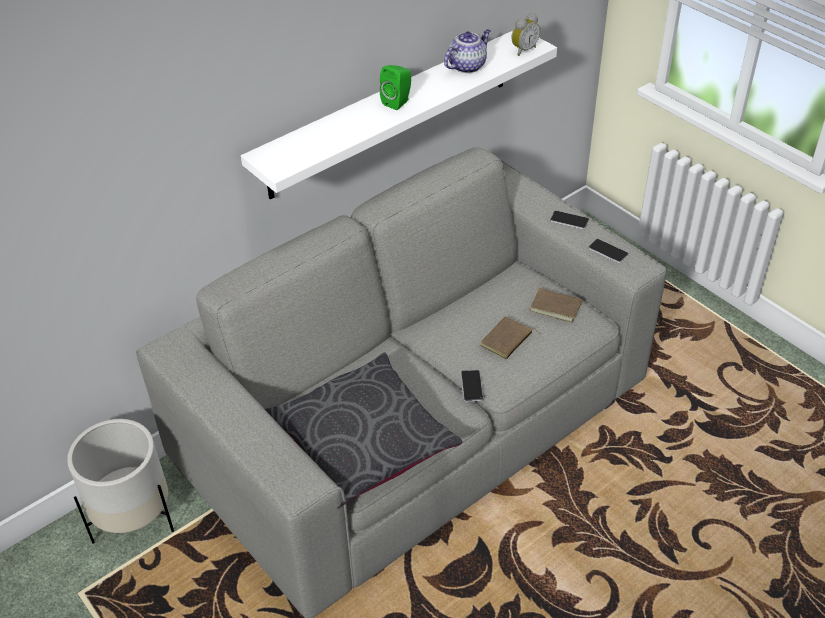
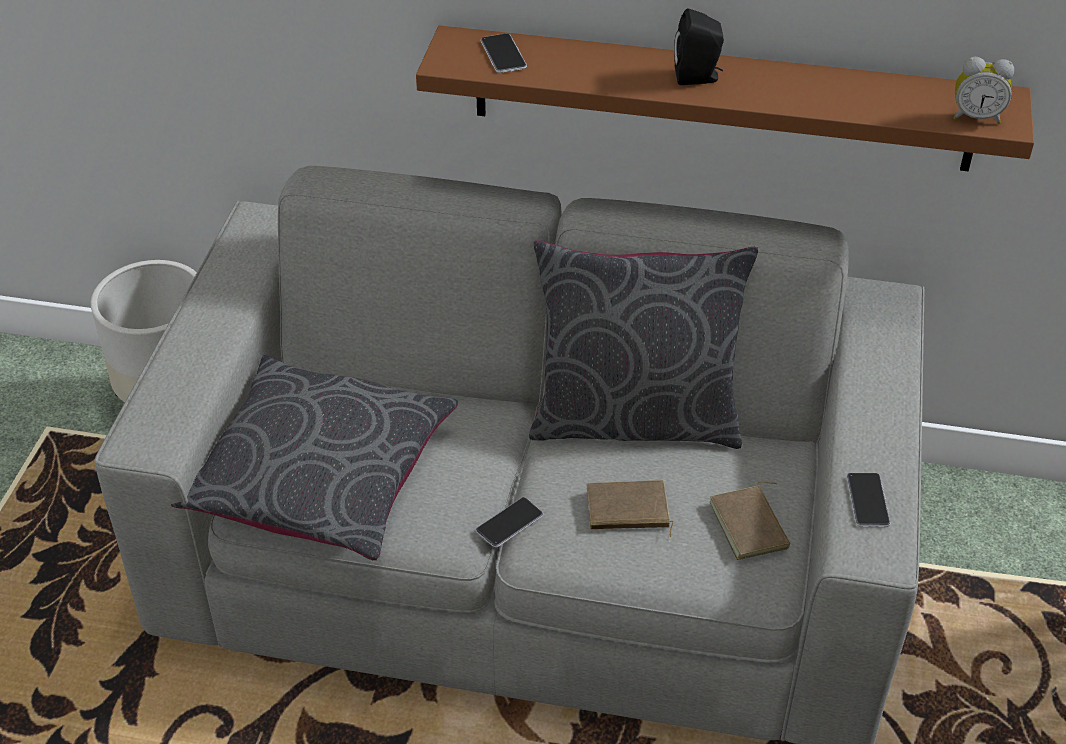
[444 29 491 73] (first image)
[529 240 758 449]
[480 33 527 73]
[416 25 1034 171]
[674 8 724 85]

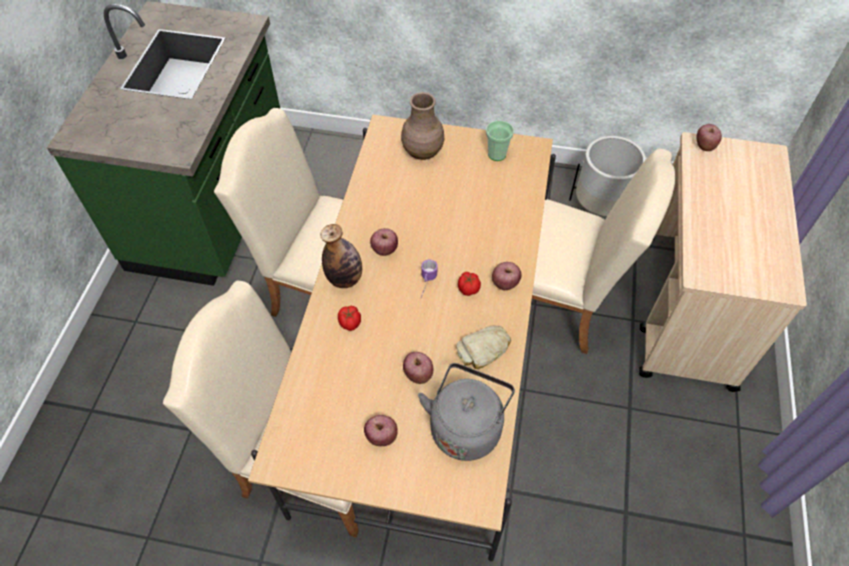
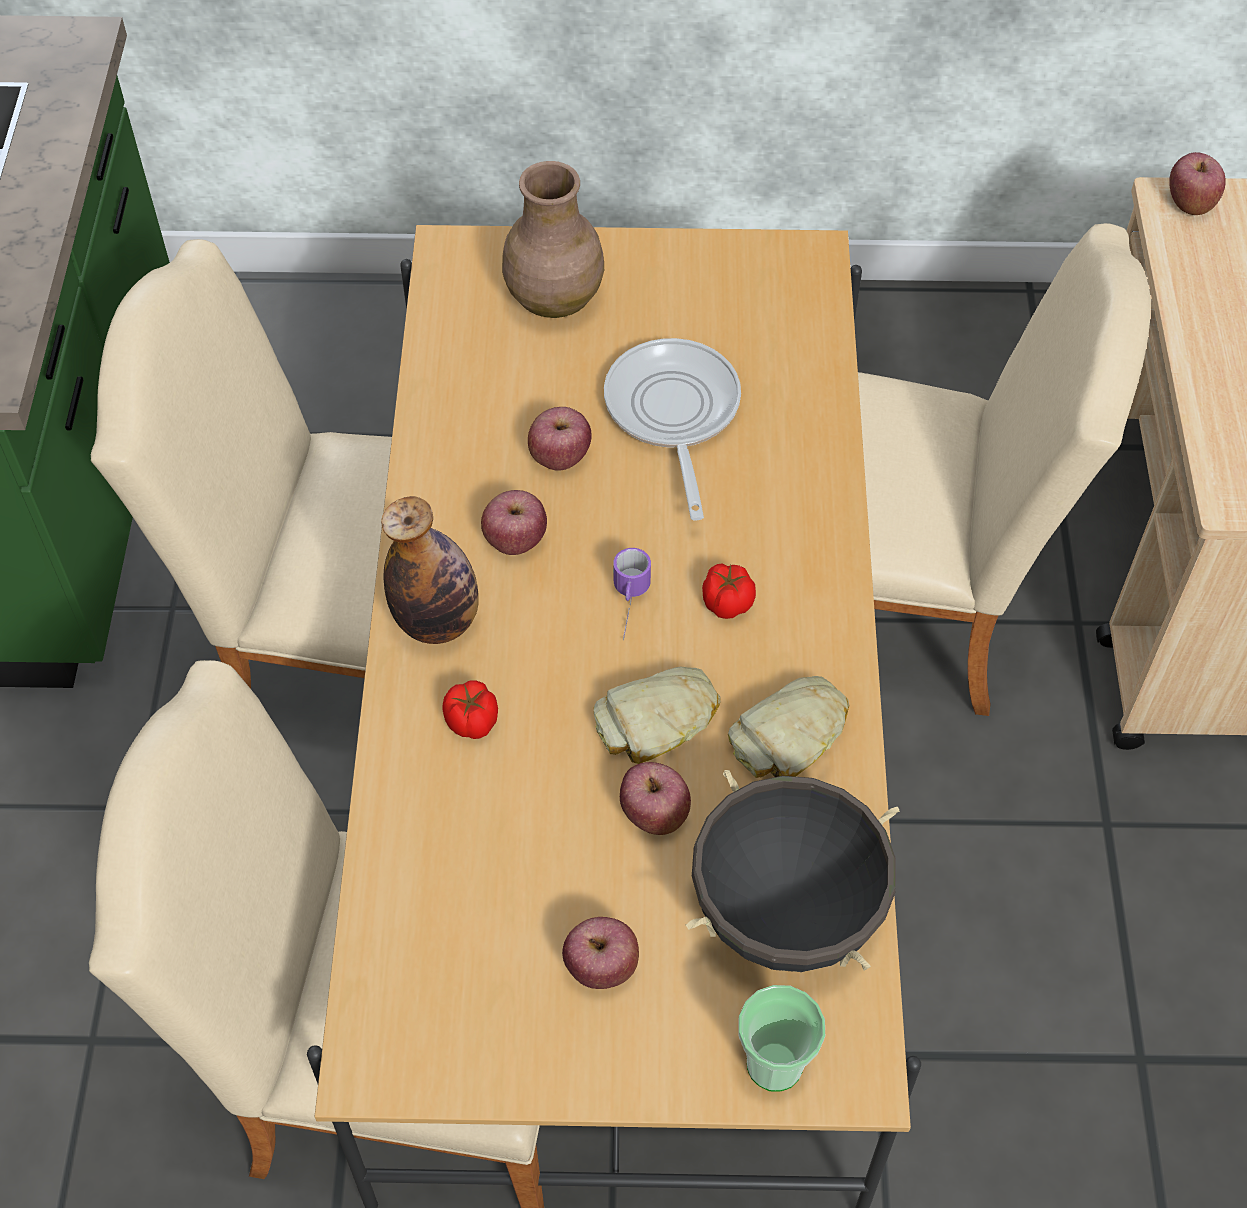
[569 136 646 216] (first image)
[594 666 721 764]
[604 338 741 521]
[738 985 825 1092]
[528 407 592 471]
[685 770 900 972]

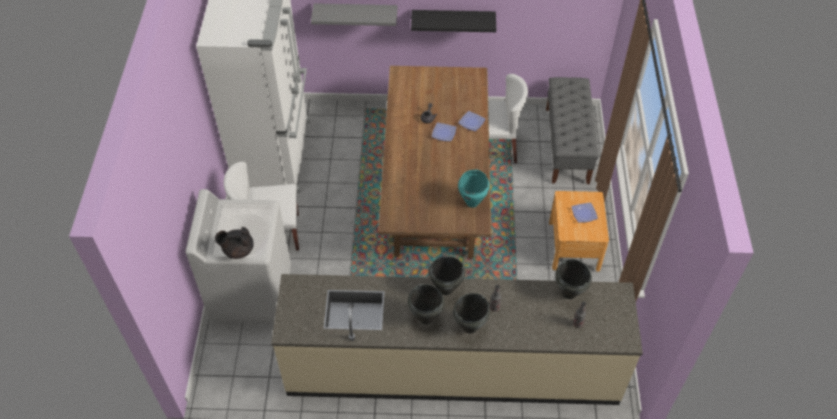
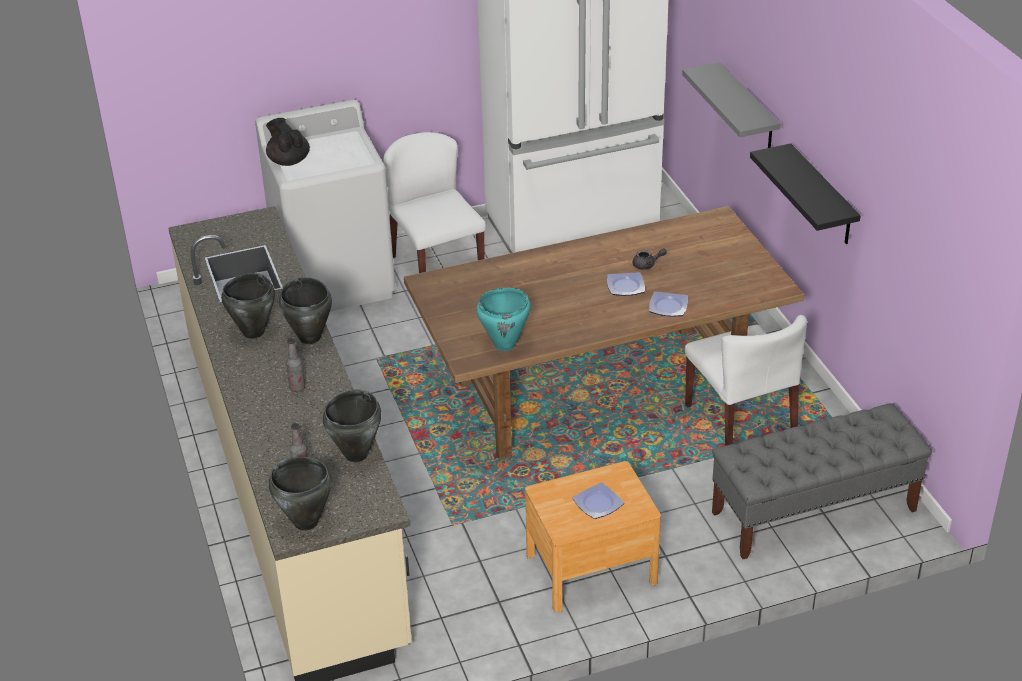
[269 457 332 531]

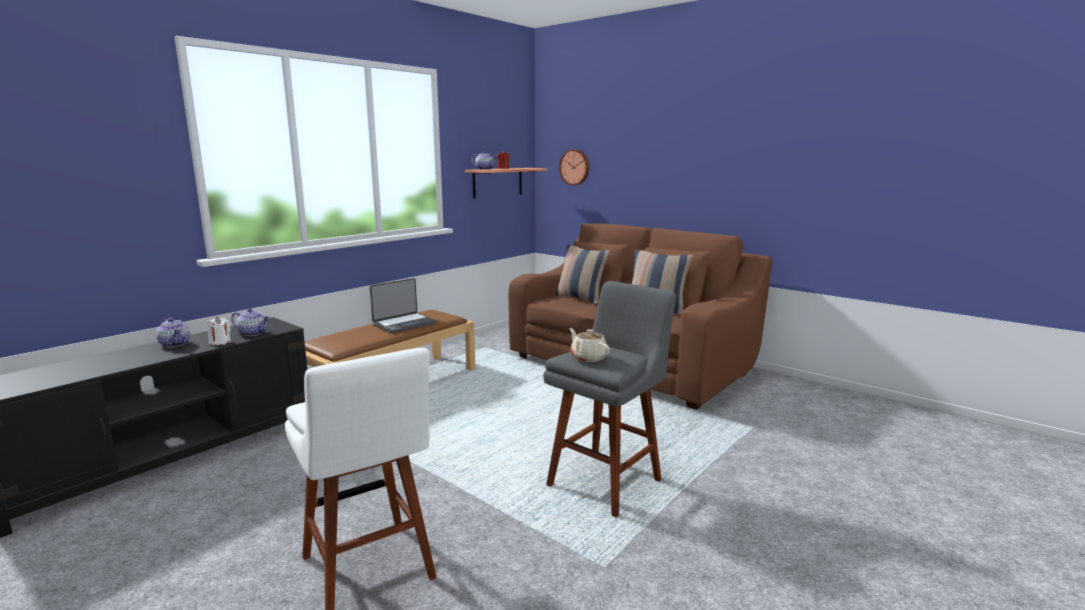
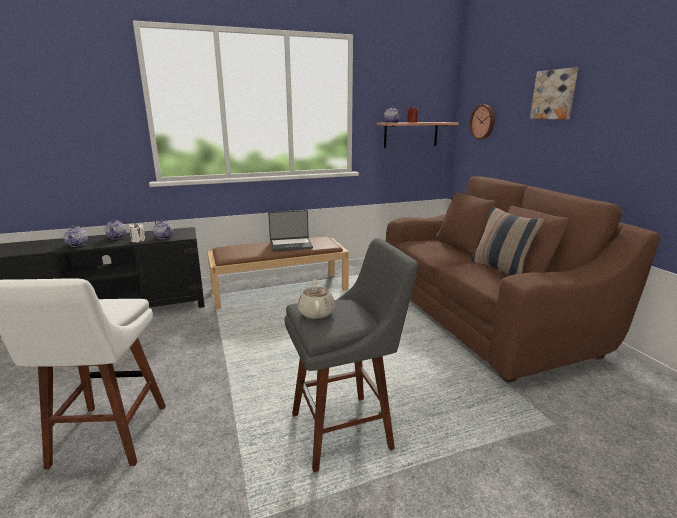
[555 244 610 305] (first image)
[64 226 88 247]
[530 67 578 120]

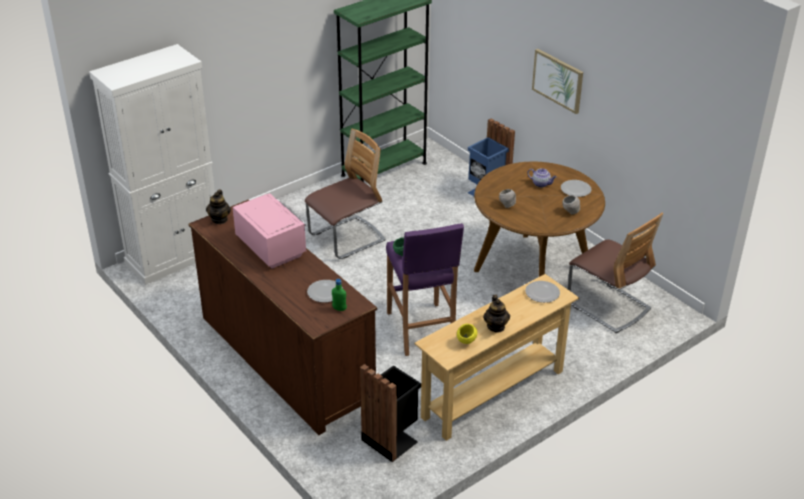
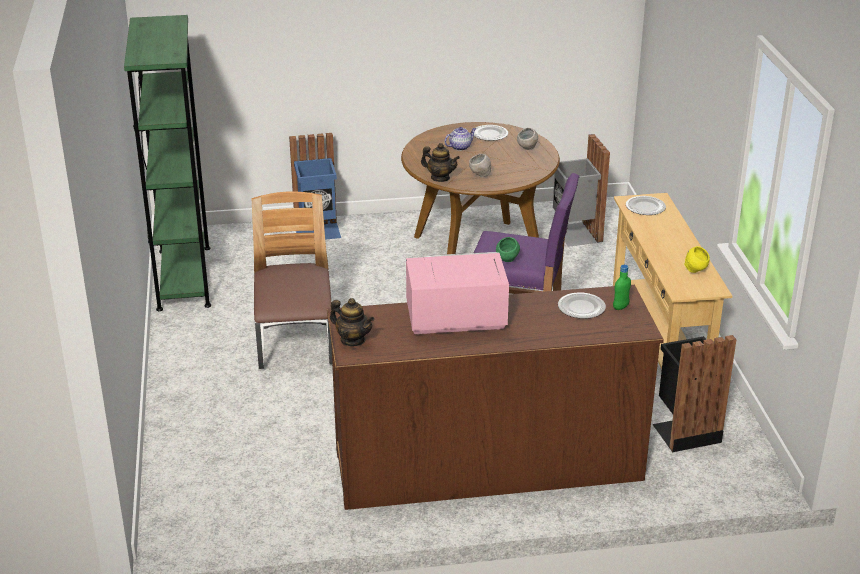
[89 44 215 285] (first image)
[532 49 583 114] (first image)
[421 143 460 182]
[553 134 610 247]

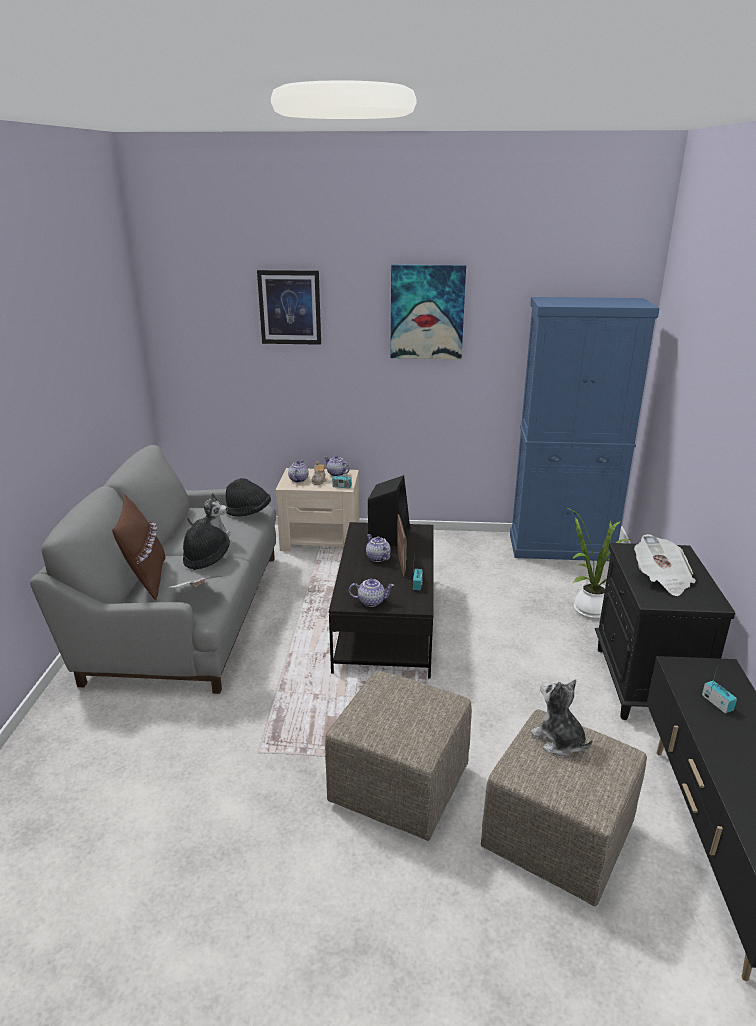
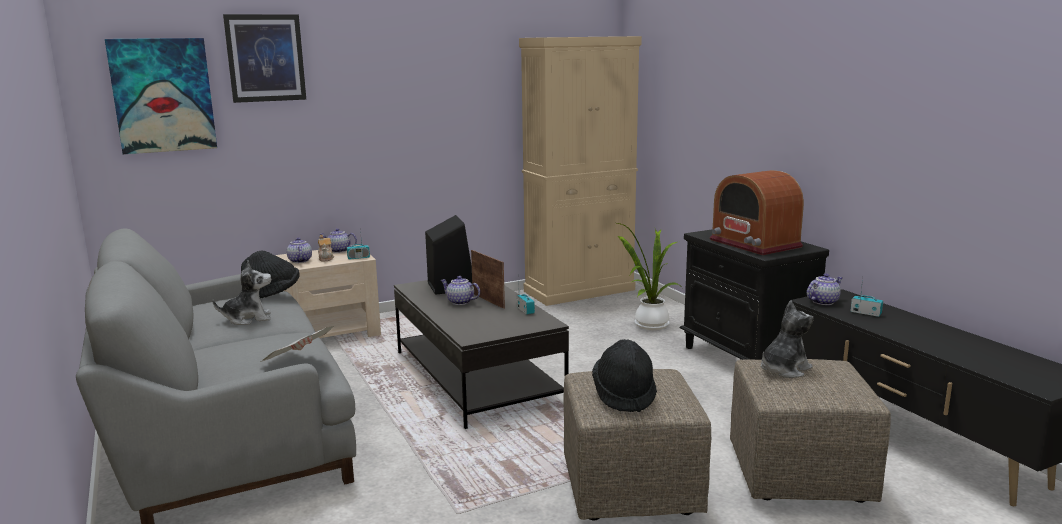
[112 494 166 600] (first image)
[592 339 657 412]
[807 274 843 305]
[105 38 217 154]
[710 170 804 255]
[519 36 642 306]
[761 300 814 378]

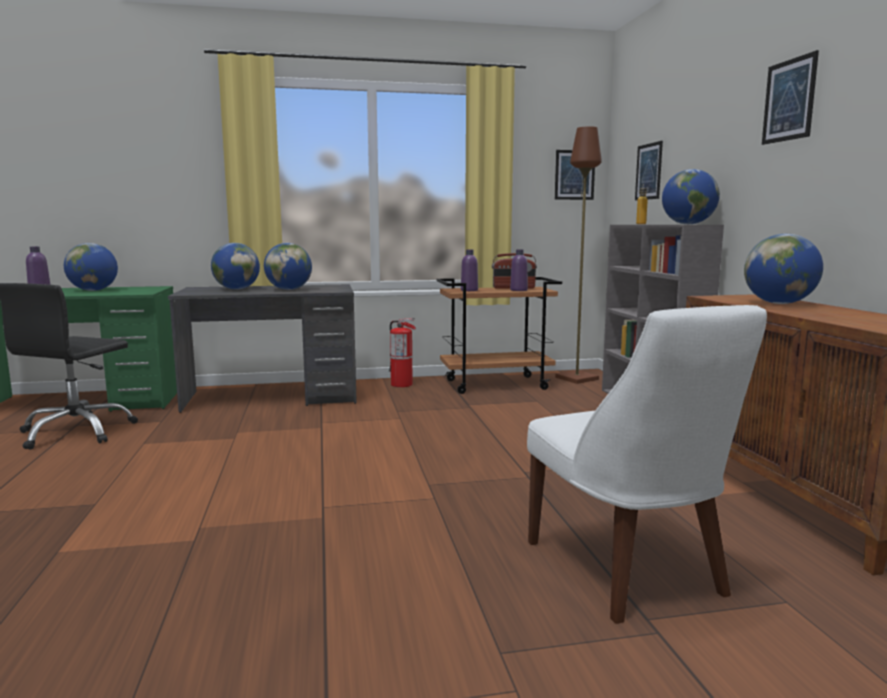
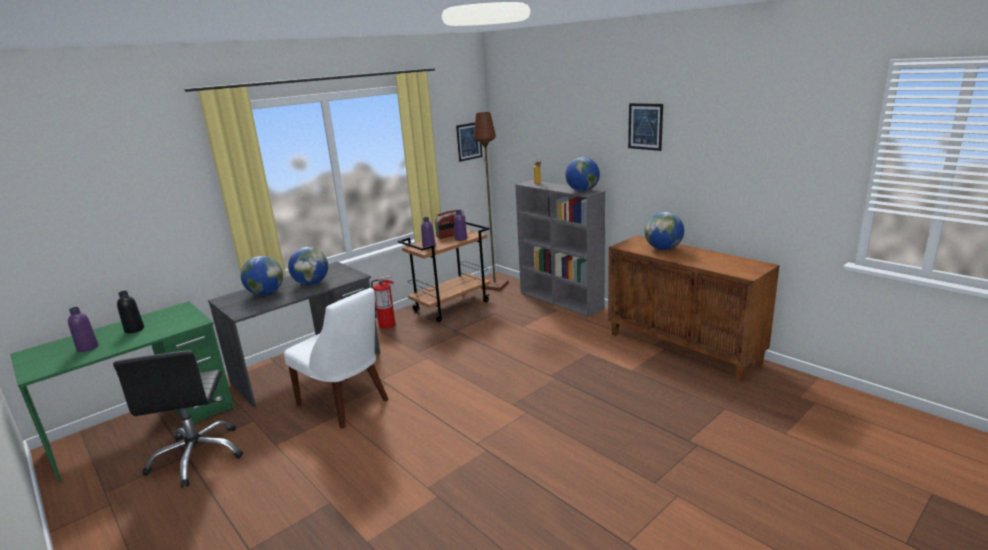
[635 141 663 200] (first image)
[284 288 389 429]
[117 291 144 333]

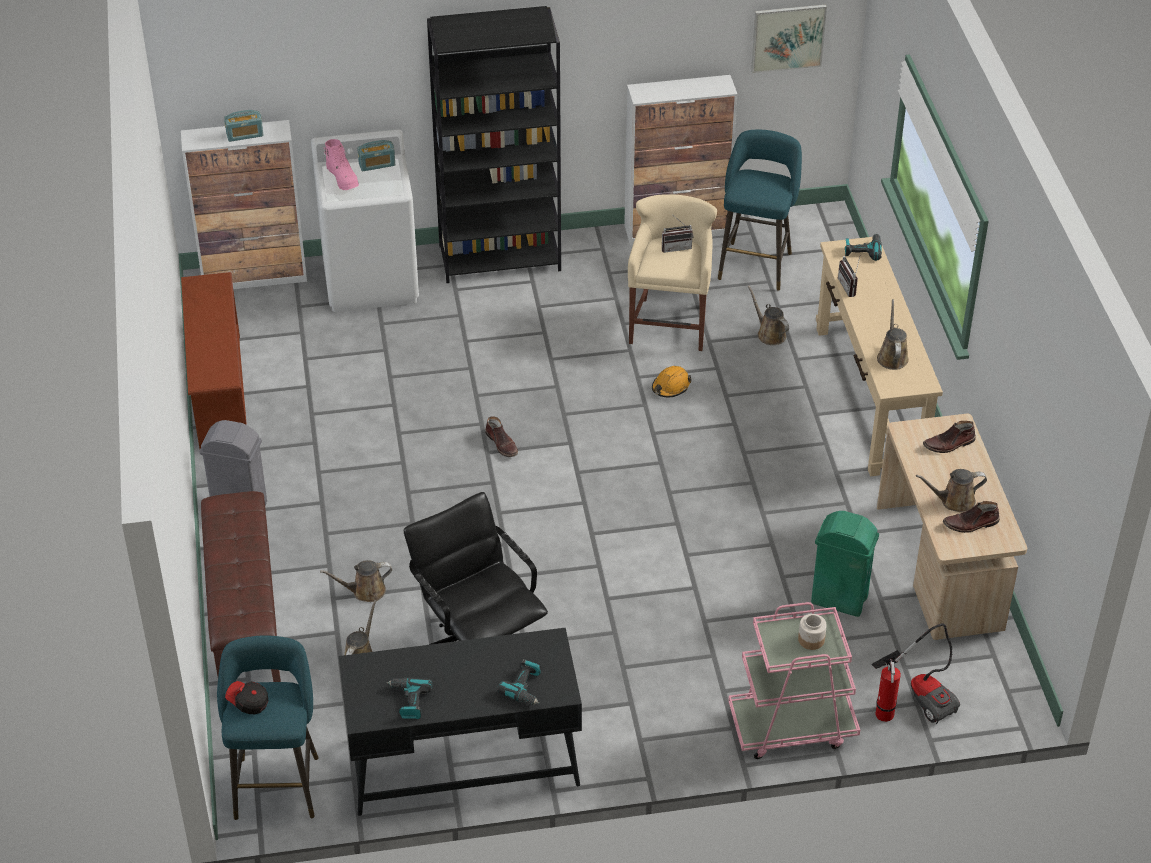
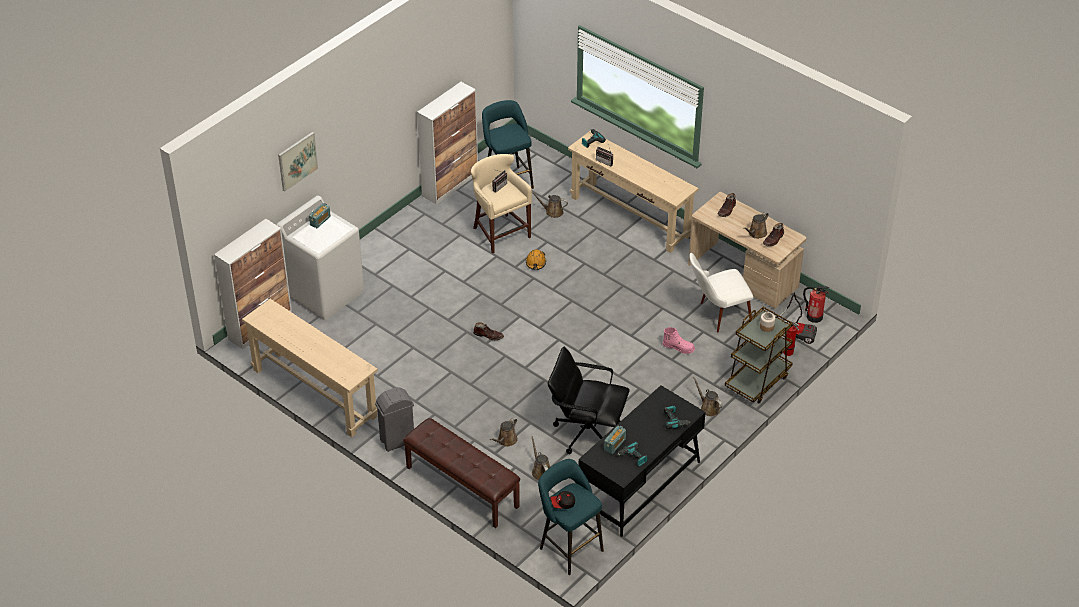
[427 6 561 283] (first image)
[803 286 829 323]
[604 426 626 454]
[663 327 695 354]
[278 132 318 192]
[693 377 723 416]
[242 299 378 437]
[690 253 753 332]
[725 307 793 404]

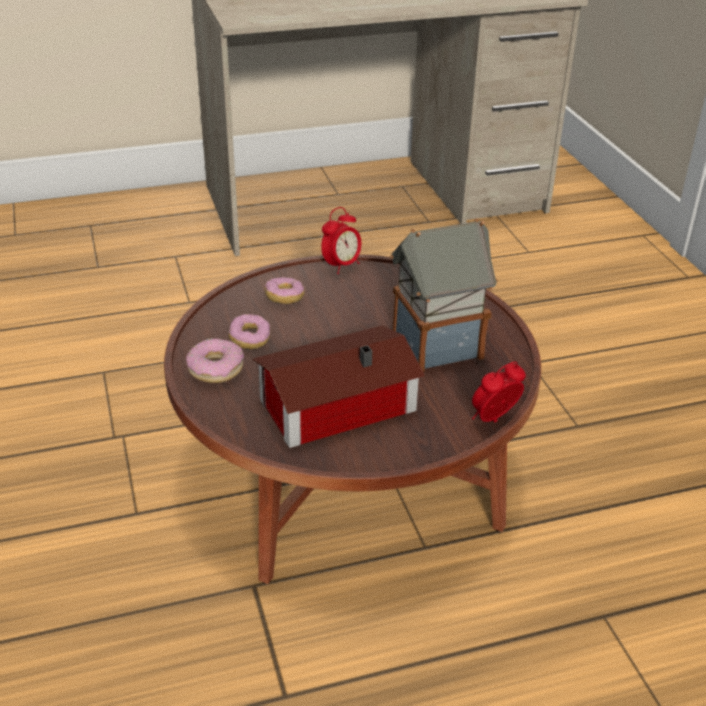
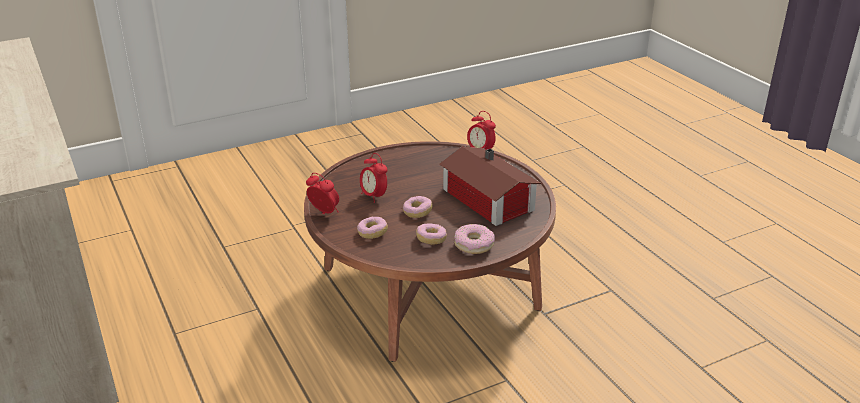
[389 218 497 372] (first image)
[360 153 387 203]
[403 196 433 218]

